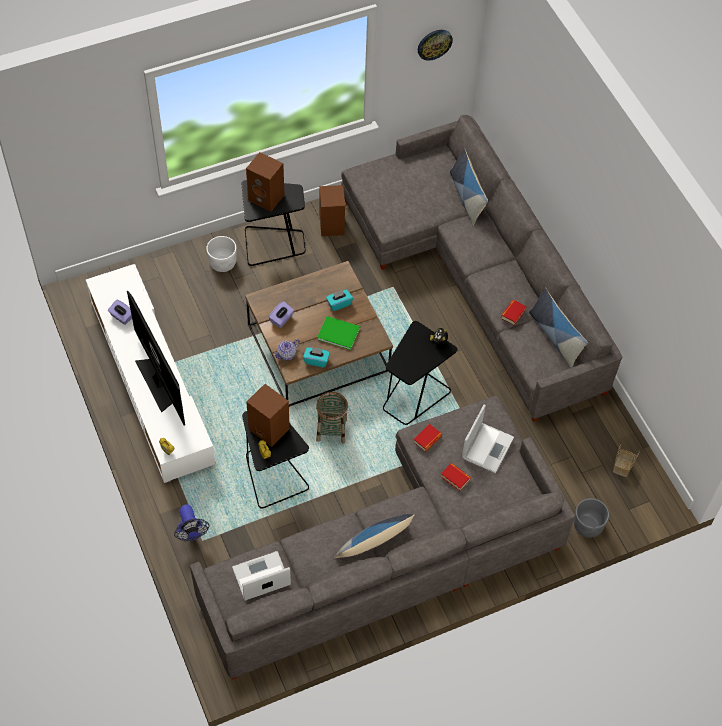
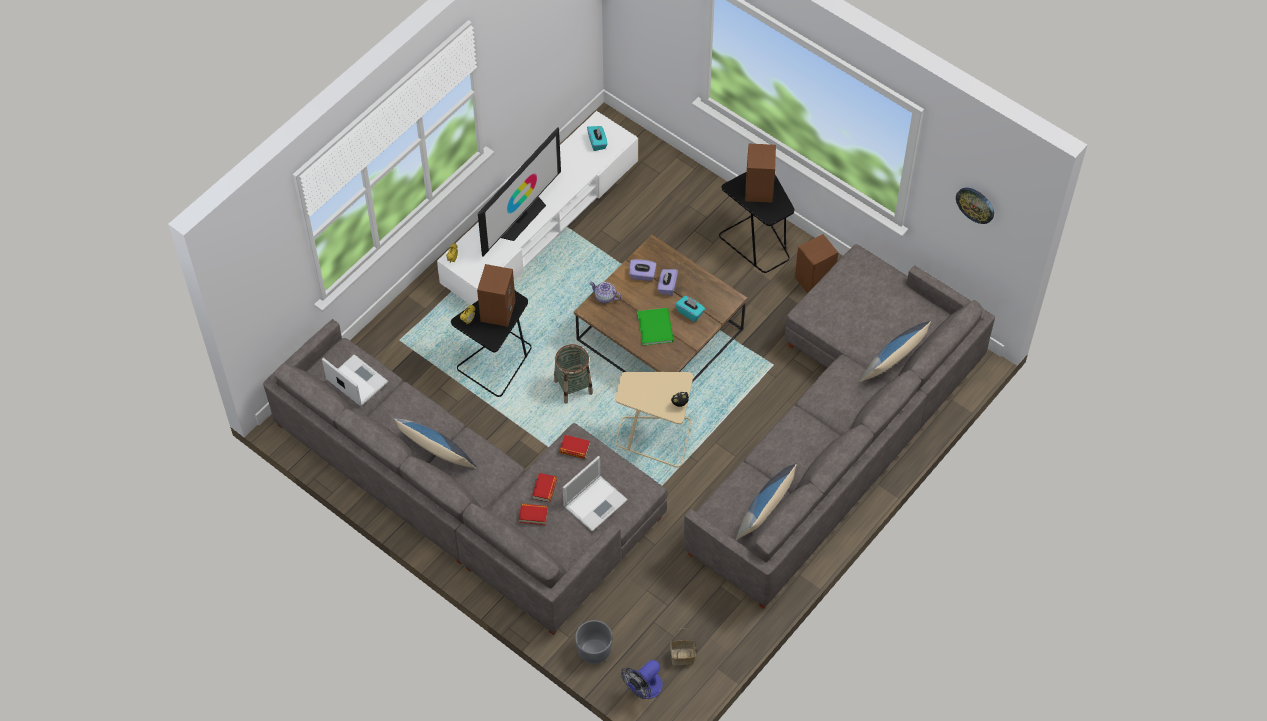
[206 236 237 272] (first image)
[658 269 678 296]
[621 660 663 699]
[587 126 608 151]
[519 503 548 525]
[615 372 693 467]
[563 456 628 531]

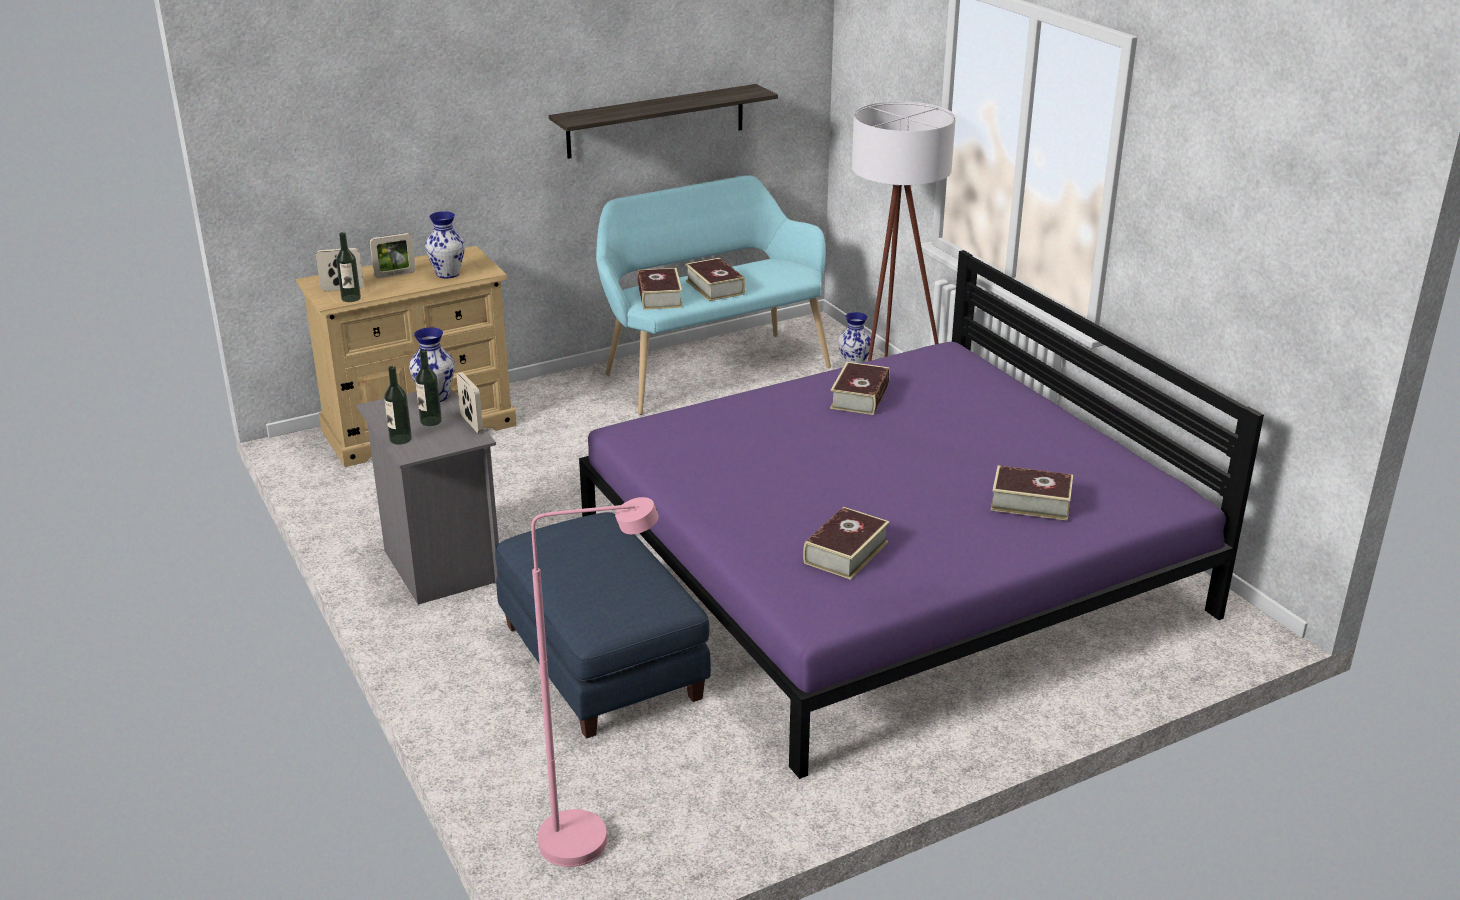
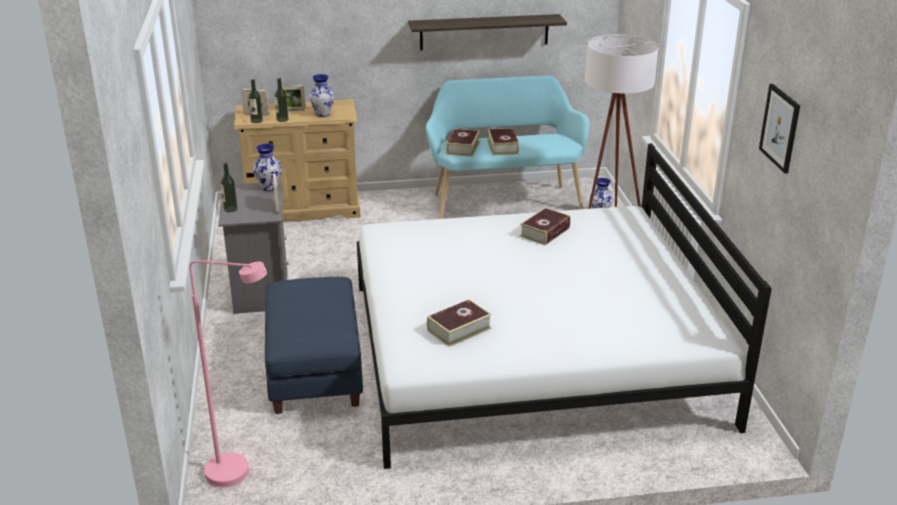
[991 465 1073 521] (first image)
[759 84 800 173]
[275 78 289 122]
[357 143 772 469]

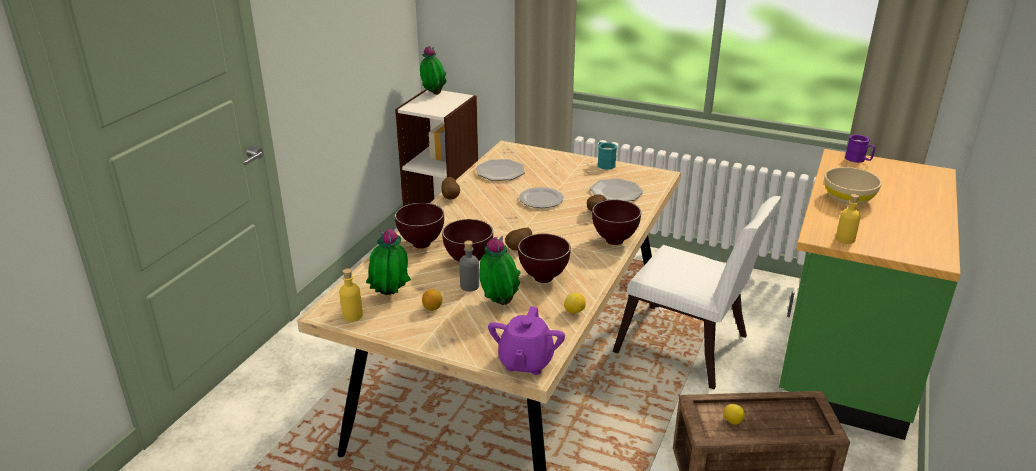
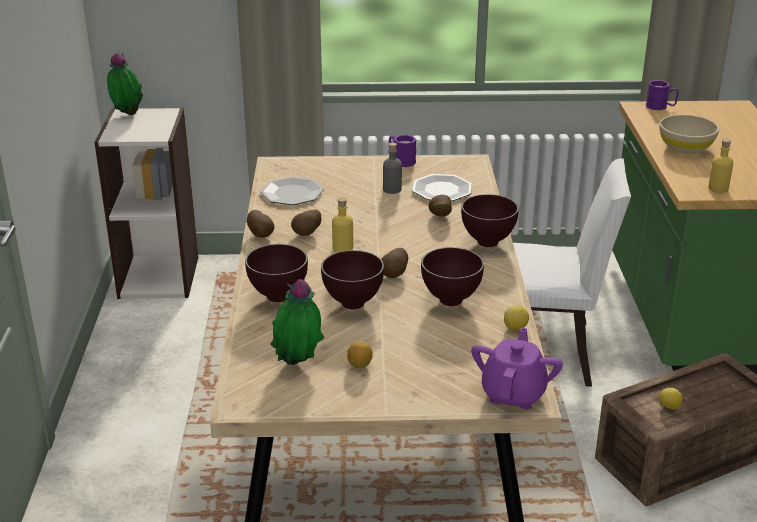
[479 236 521 305] (first image)
[519 187 564 208] (first image)
[291 209 321 236]
[332 197 353 252]
[383 143 402 194]
[389 135 417 167]
[471 328 563 410]

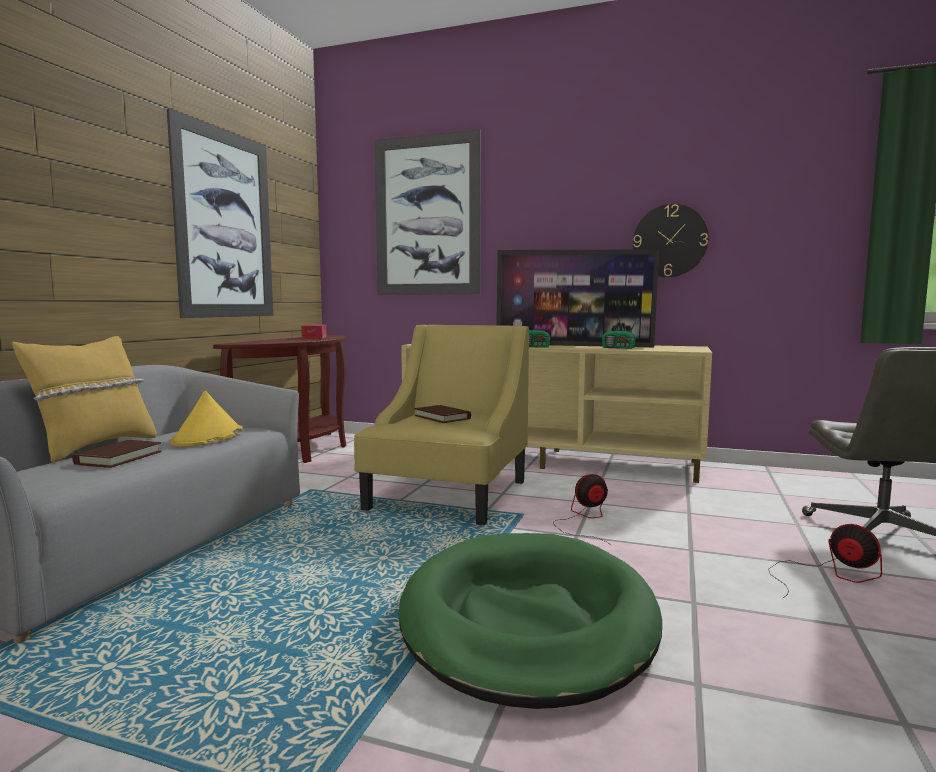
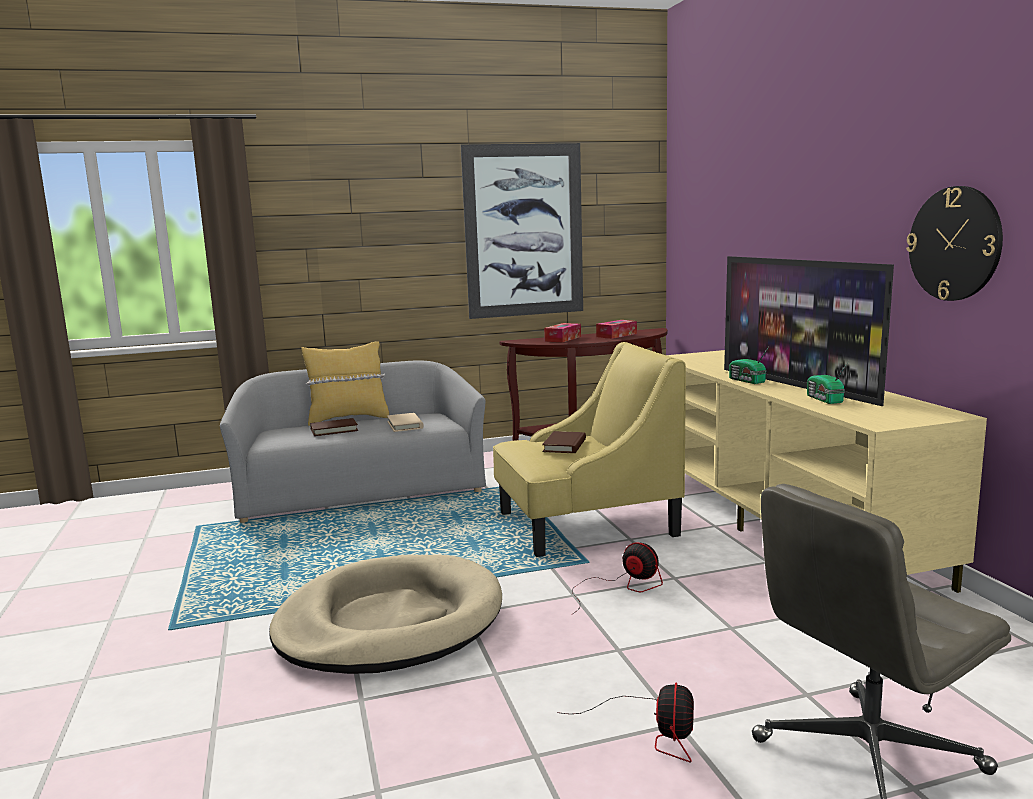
[374 129 481 295] (first image)
[544 323 581 342]
[387 413 424 432]
[269 555 502 674]

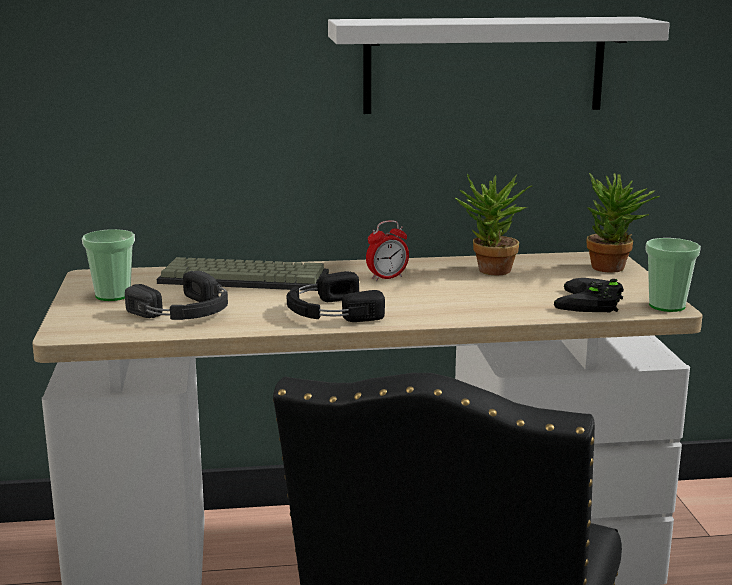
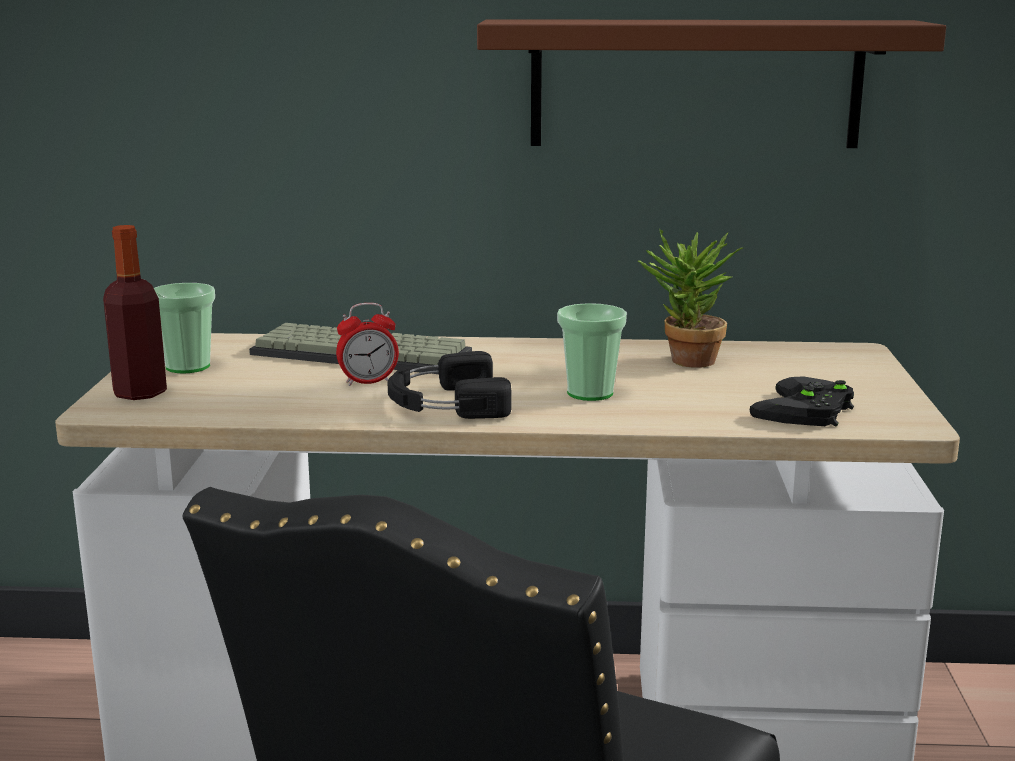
[125 271 228 320] (first image)
[587 173 659 272] (first image)
[103 225 167 400]
[336 303 399 386]
[557 303 627 401]
[477 19 946 148]

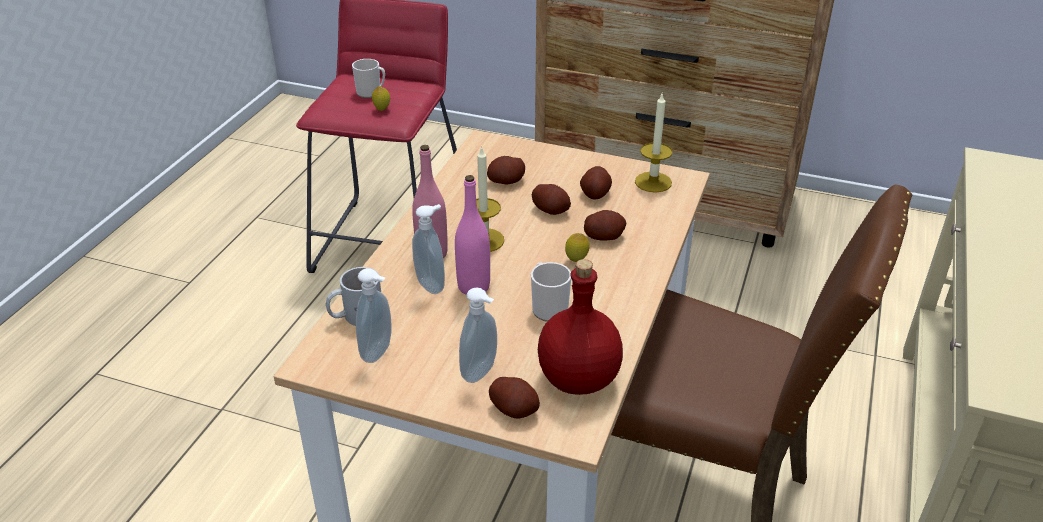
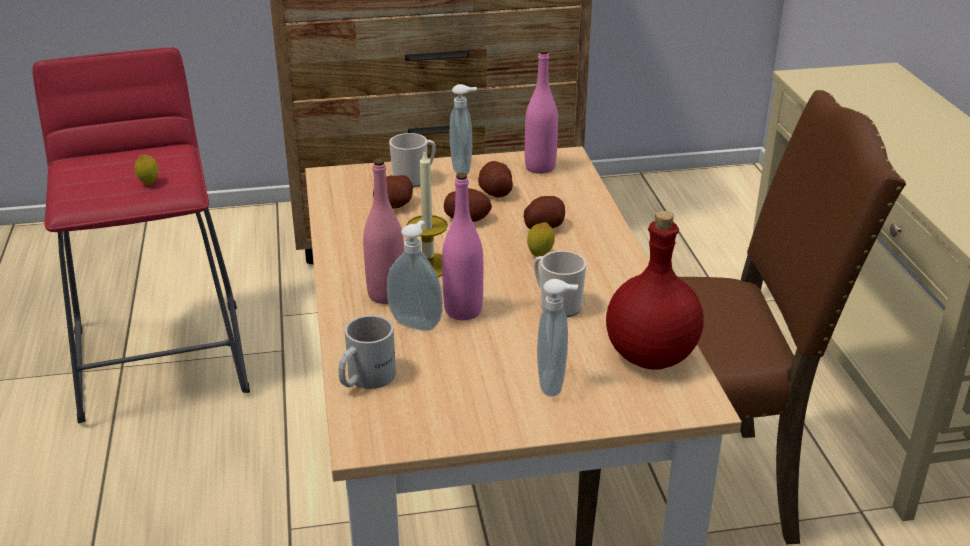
[489 377 540 419] (first image)
[389 133 436 188]
[450 84 477 174]
[525 49 558 174]

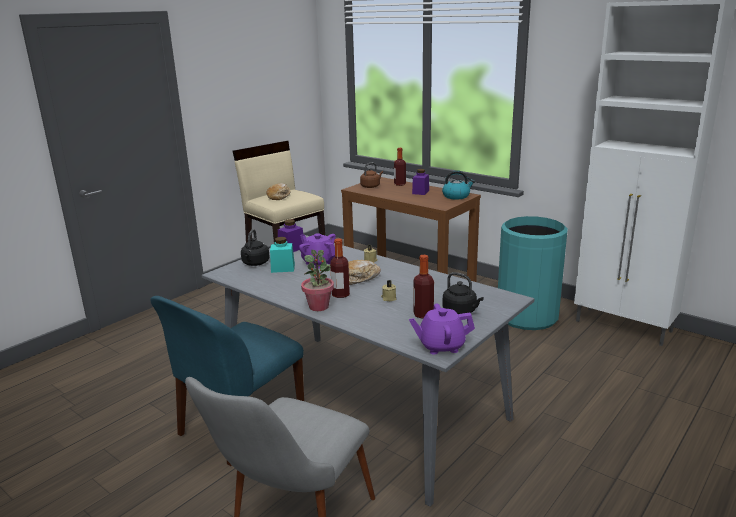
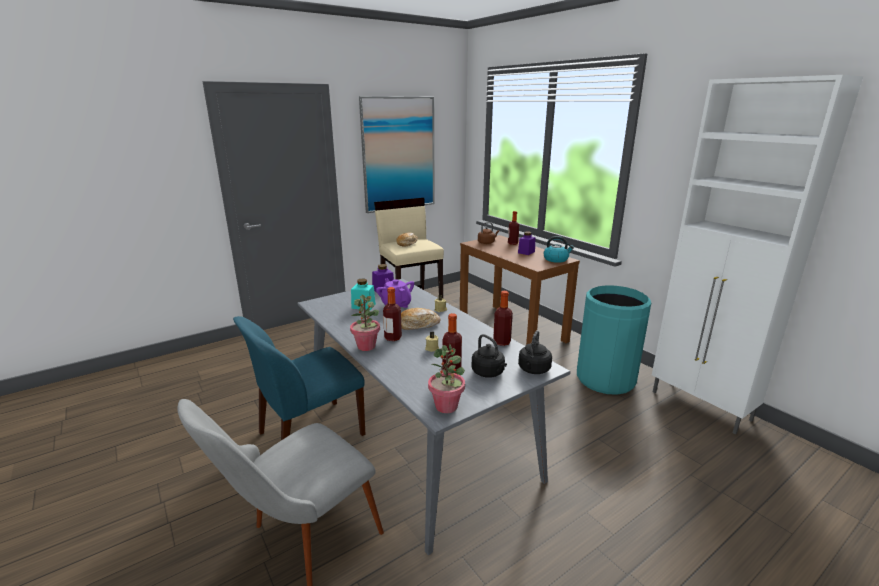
[359 96 435 213]
[493 291 513 346]
[518 330 552 374]
[428 344 465 413]

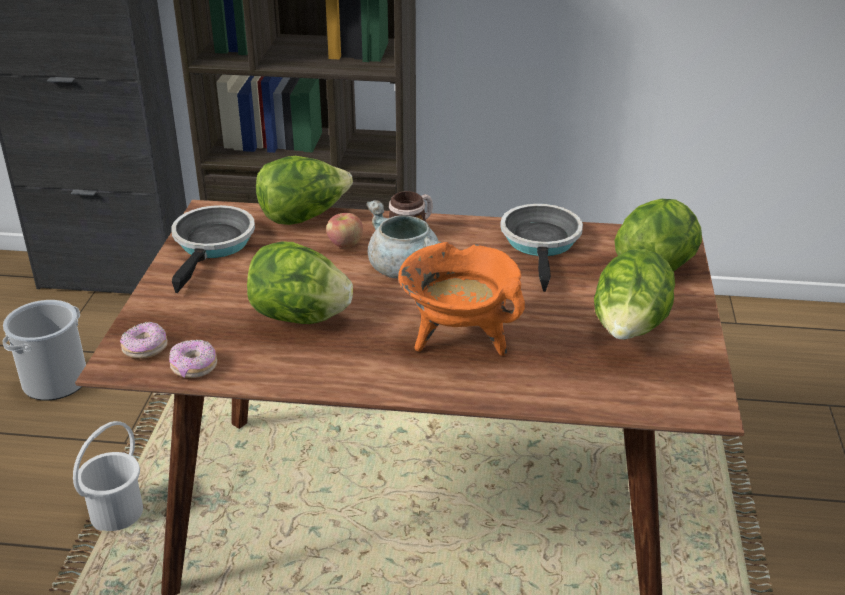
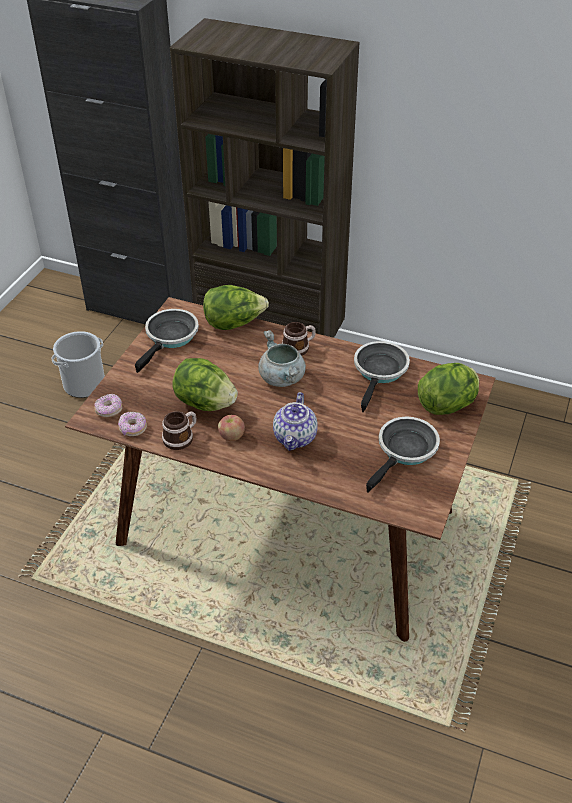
[73 421 143 531] (first image)
[162 411 196 450]
[218 415 245 441]
[273 392 318 451]
[366 417 440 493]

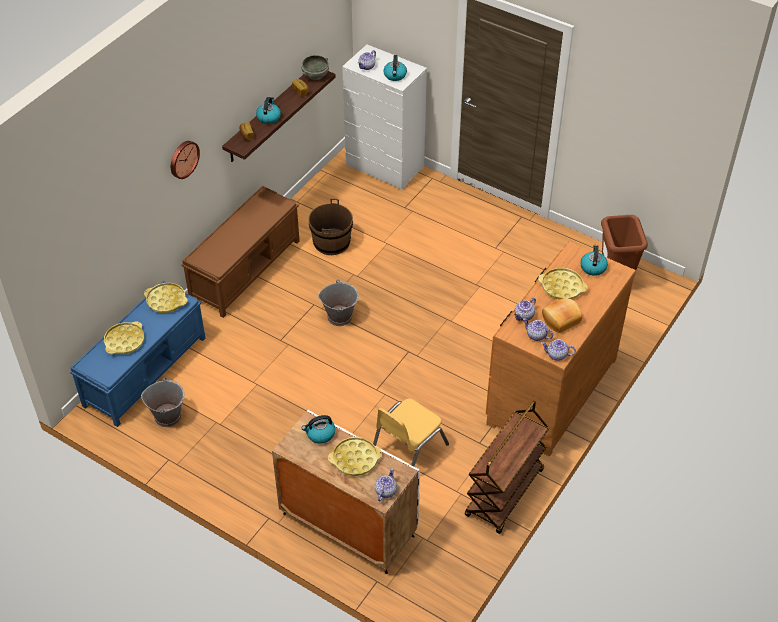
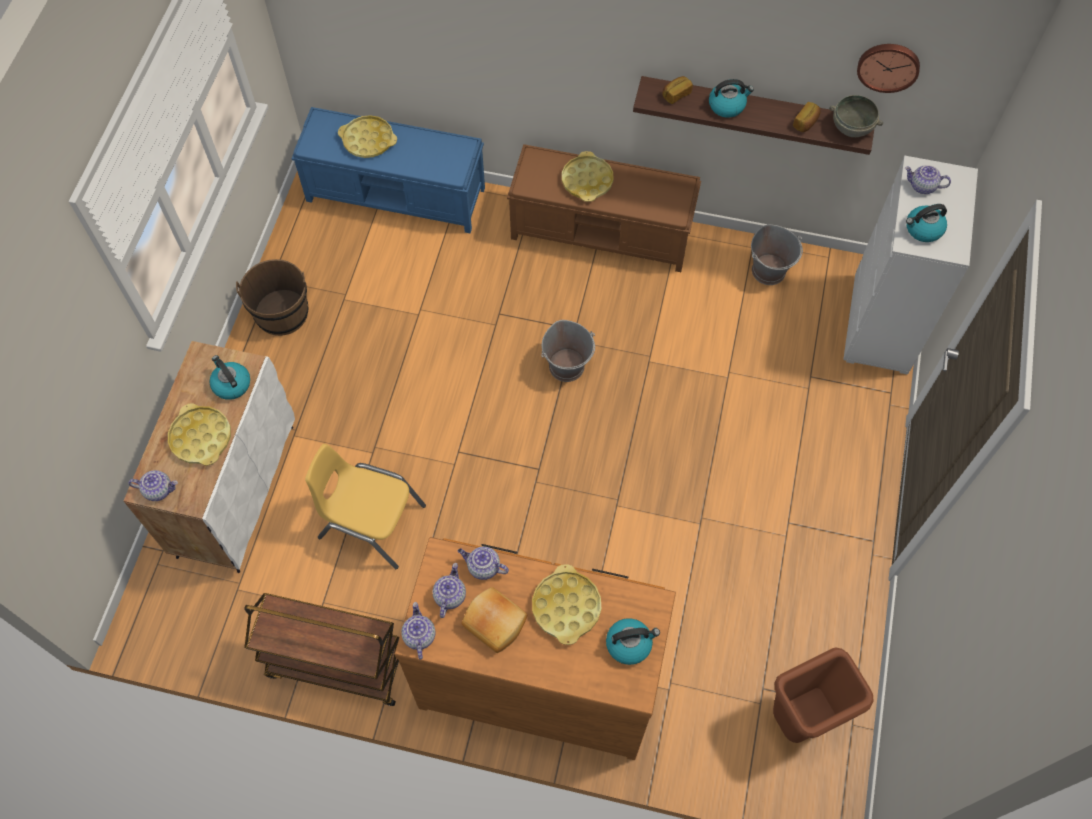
[751 224 803 285]
[562 151 614 202]
[857 44 920 93]
[236 259 309 336]

